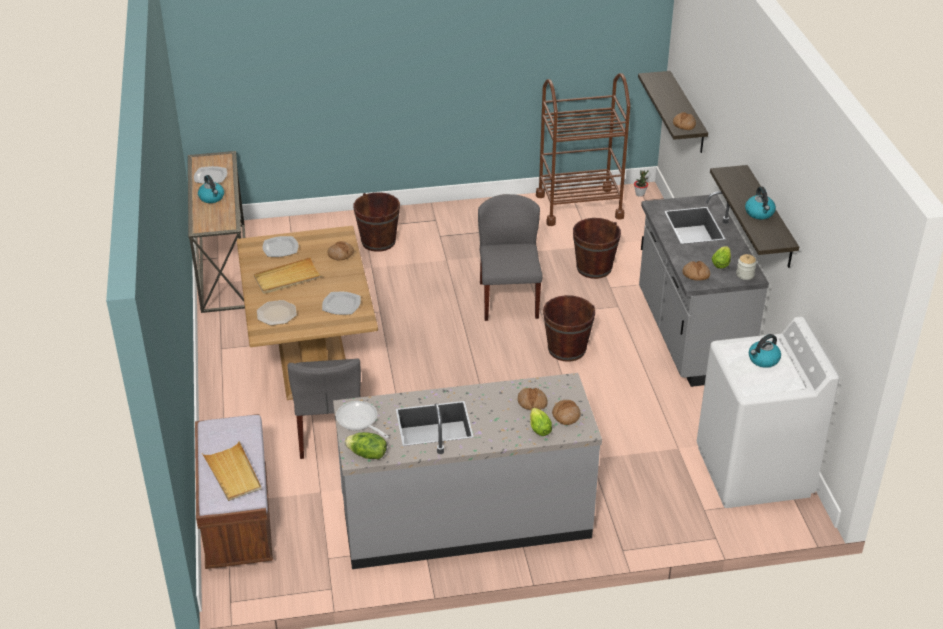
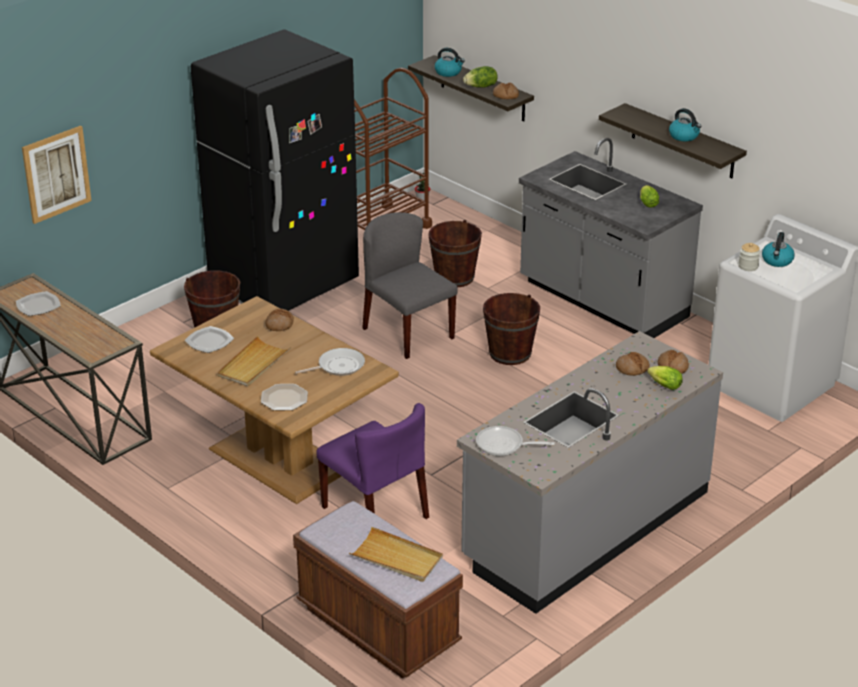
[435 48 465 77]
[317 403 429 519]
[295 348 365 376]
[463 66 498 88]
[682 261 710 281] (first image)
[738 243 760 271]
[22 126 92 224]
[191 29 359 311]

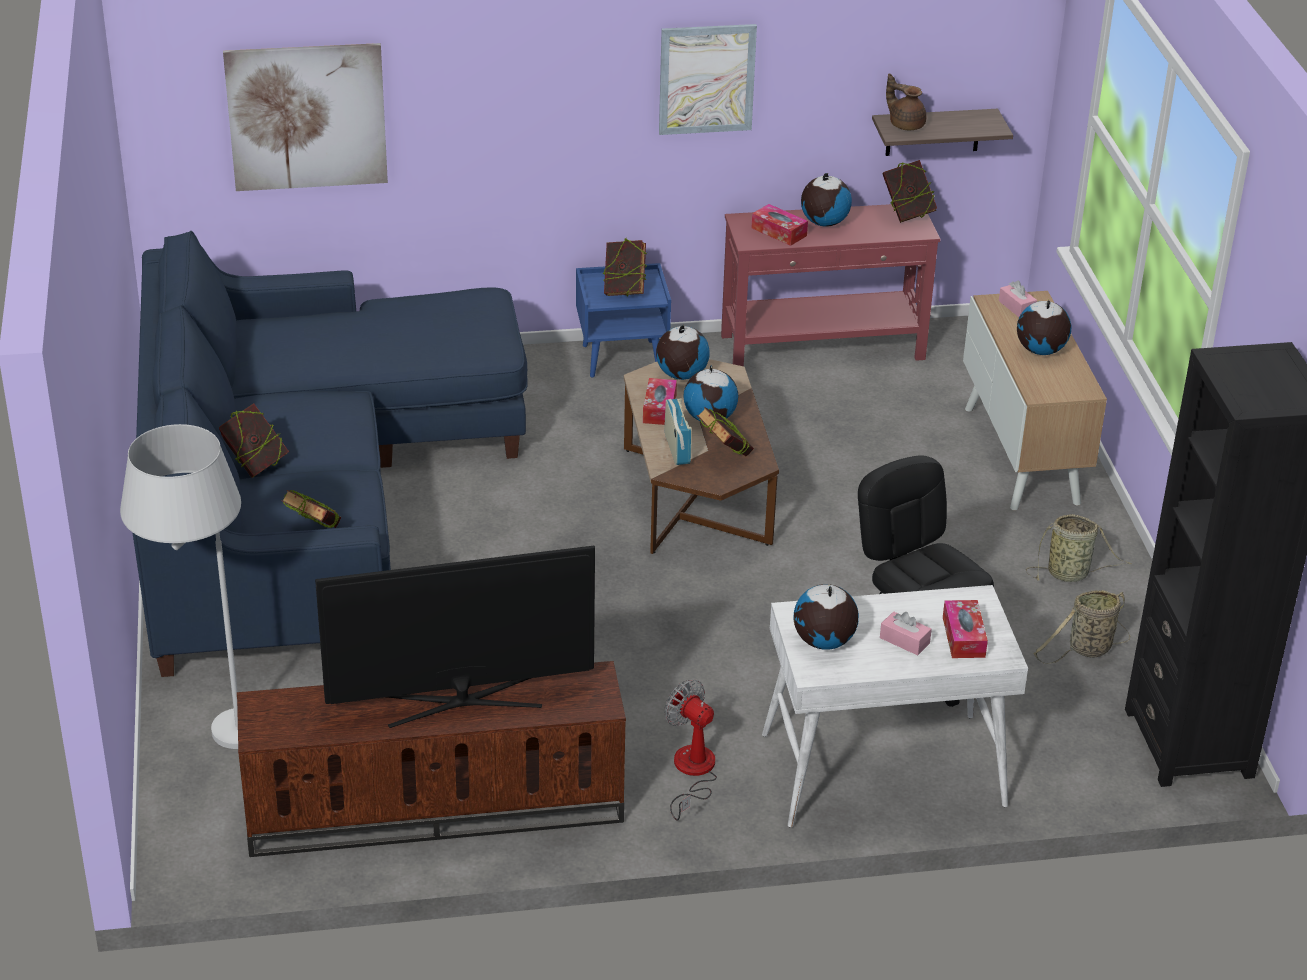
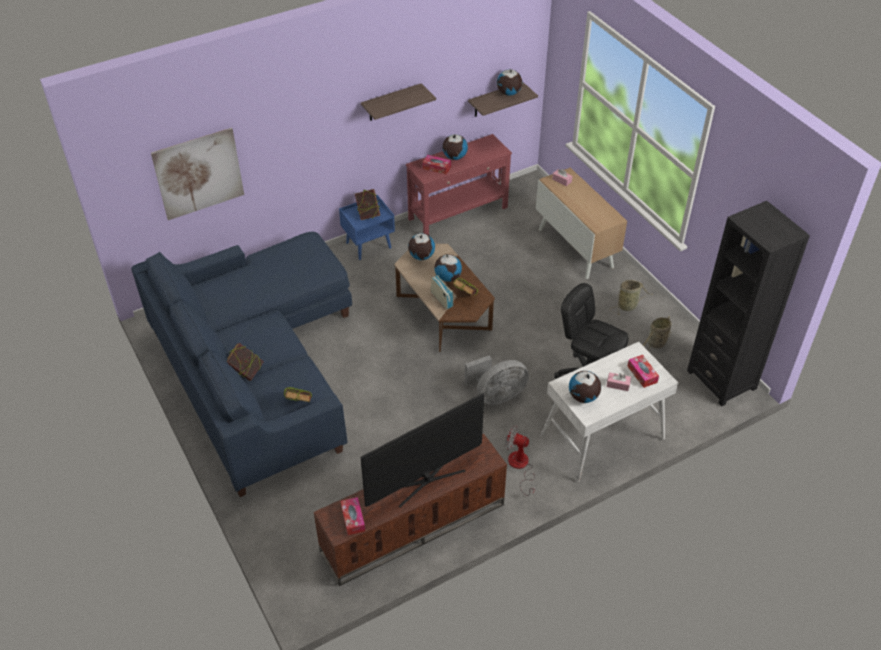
[120 424 241 749] (first image)
[341 497 365 535]
[361 83 436 121]
[883 160 937 223] (first image)
[886 73 926 130] (first image)
[497 69 522 96]
[465 356 529 405]

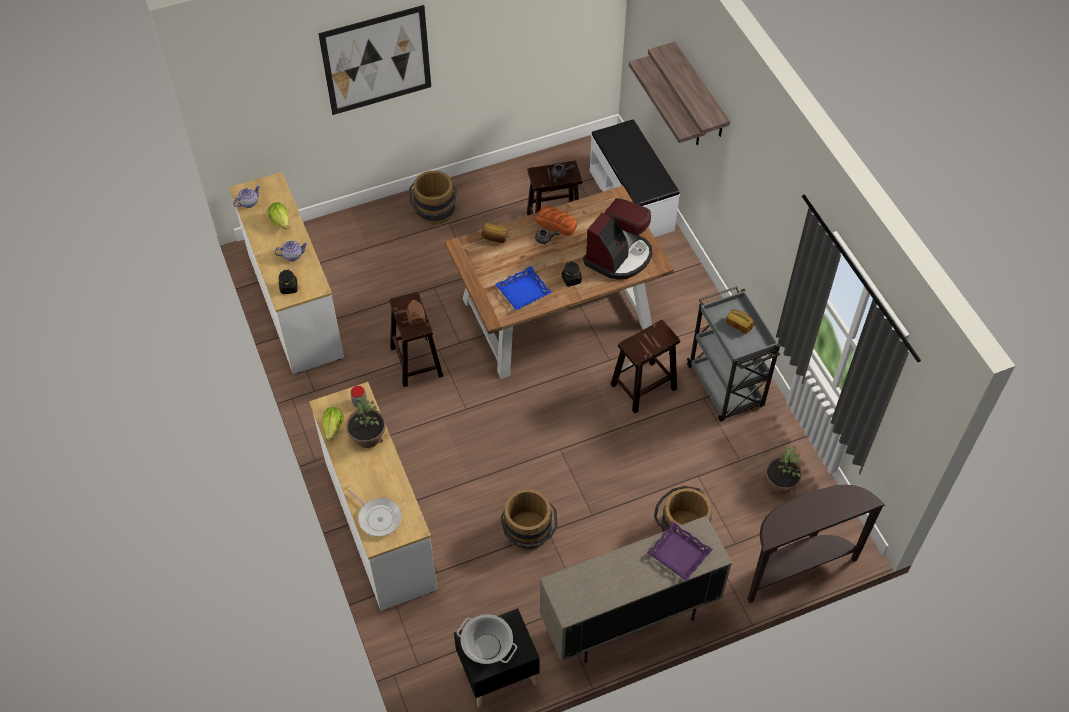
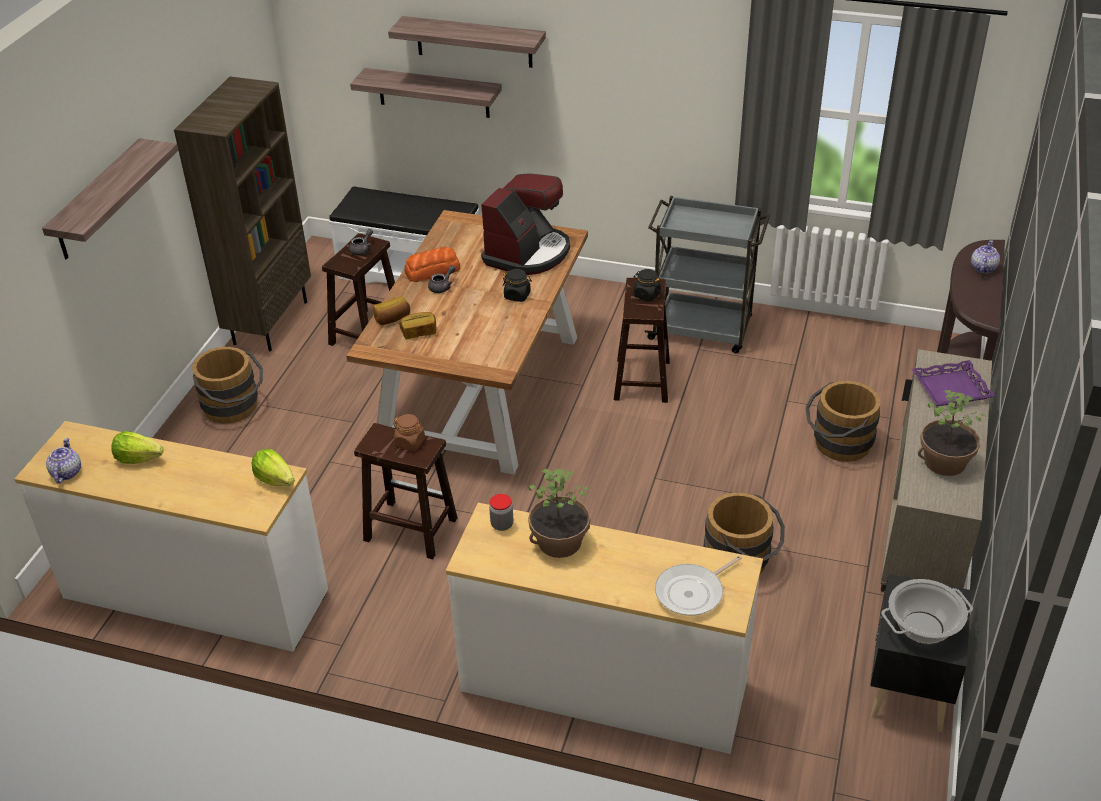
[971 240 1000 273]
[634 269 661 301]
[42 138 179 260]
[251 449 295 486]
[655 556 742 616]
[495 266 552 310] (first image)
[481 173 570 275]
[400 312 437 339]
[918 390 985 476]
[174 77 311 351]

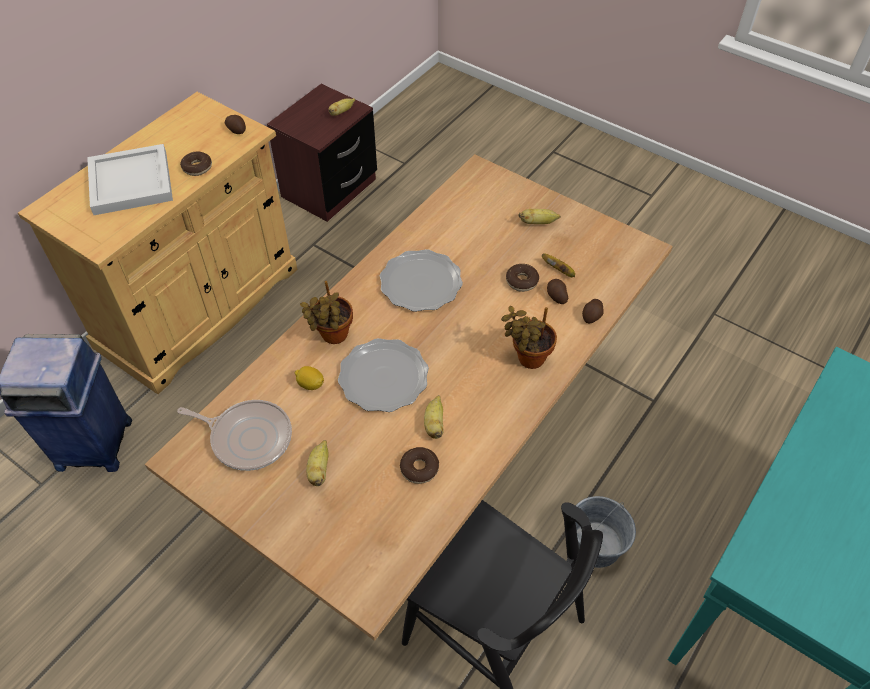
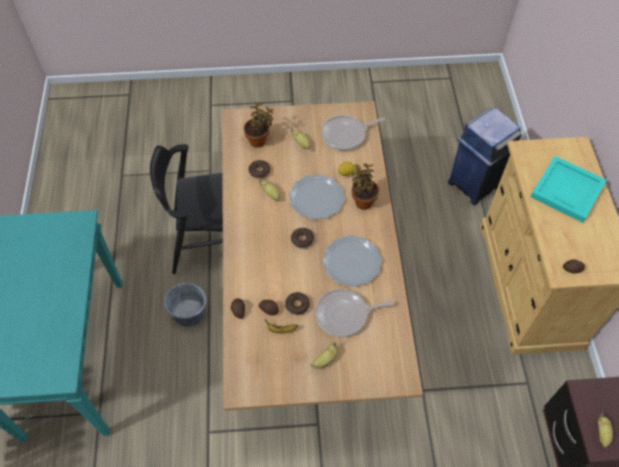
[530 156 607 223]
[291 228 314 249]
[244 102 273 148]
[315 289 393 337]

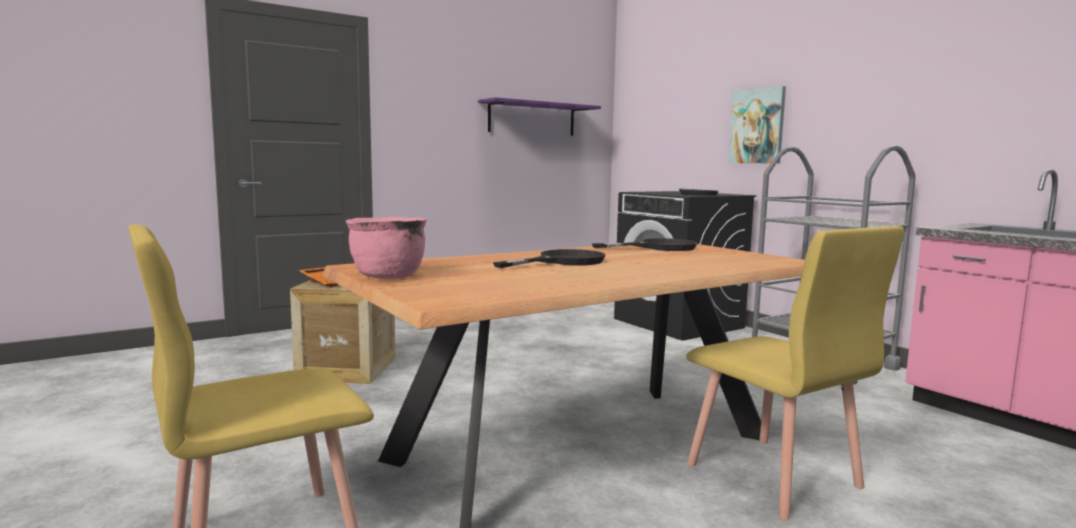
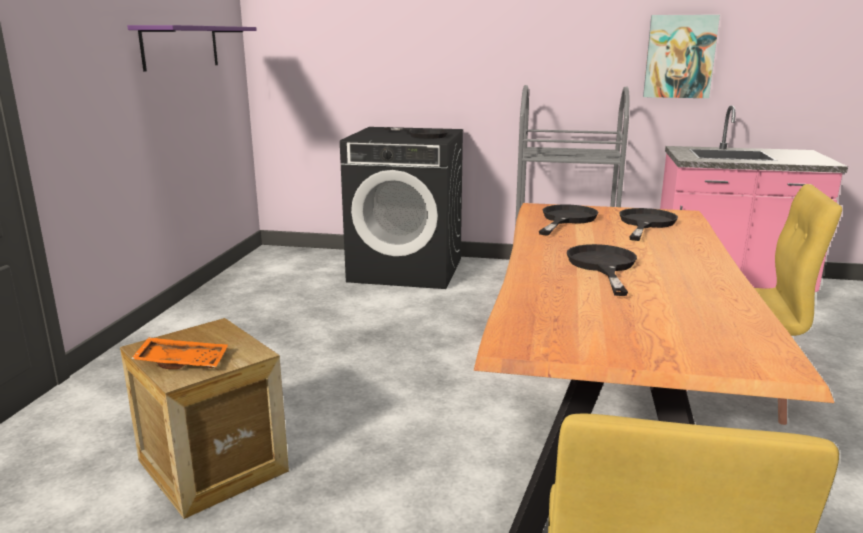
[346 217 427 279] (first image)
[643 15 720 98]
[619 208 678 241]

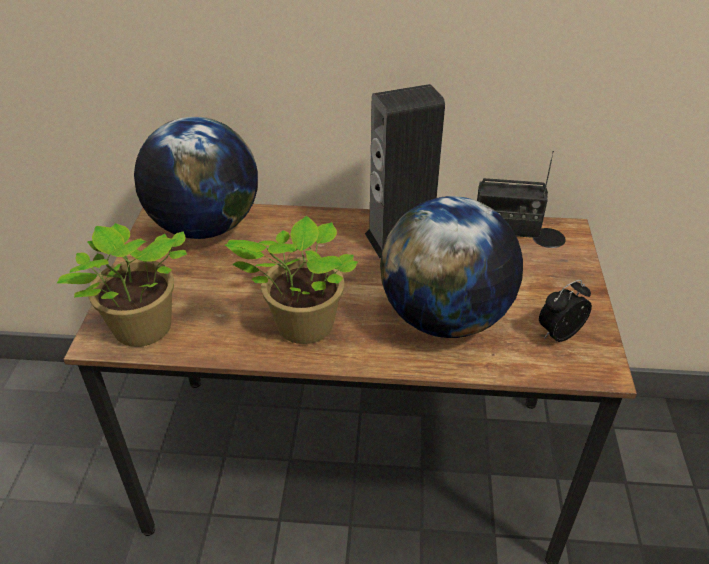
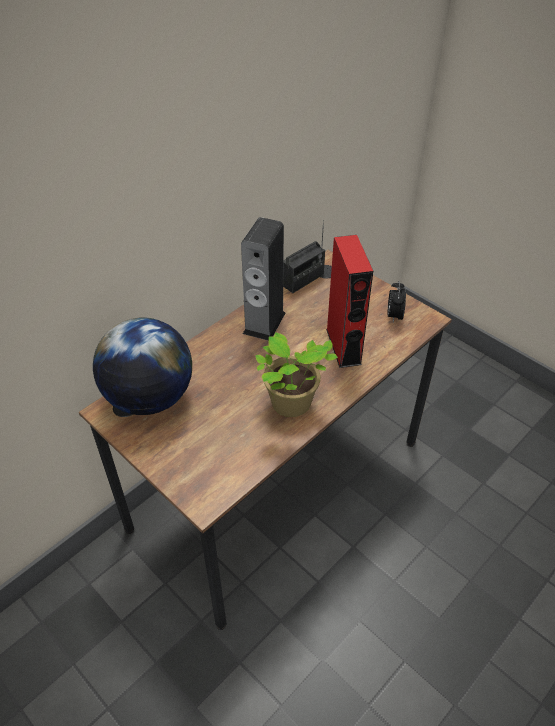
[57 223 187 347] (first image)
[326 235 373 368]

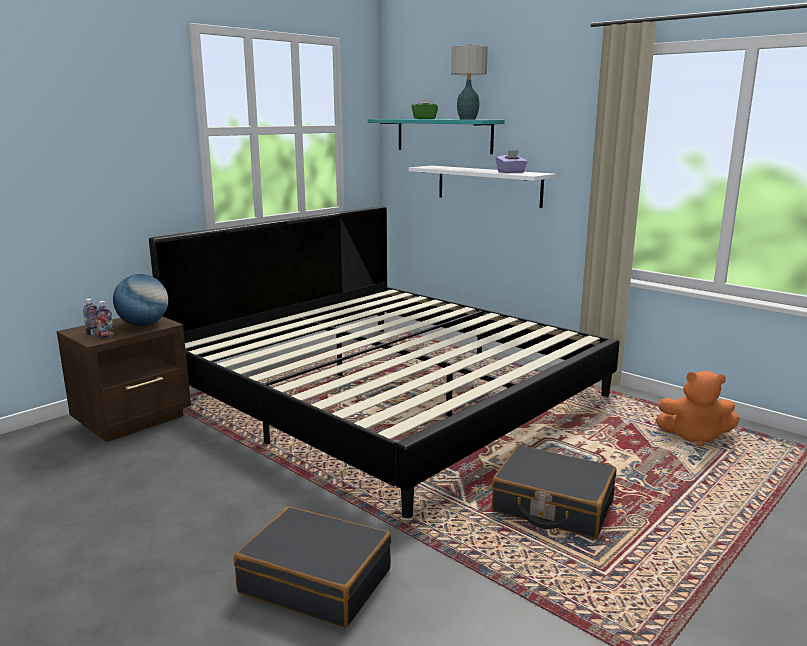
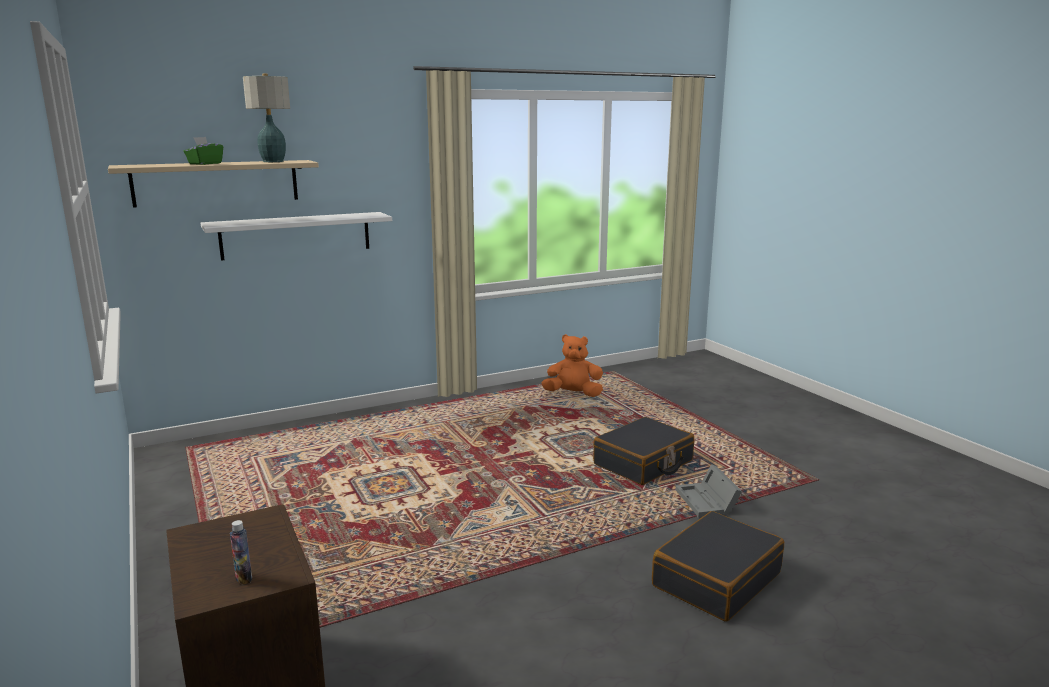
[95 301 114 338] (first image)
[113 274 168 326] (first image)
[149 206 620 518] (first image)
[108 160 319 208]
[496 150 528 173] (first image)
[541 334 603 397]
[676 464 742 519]

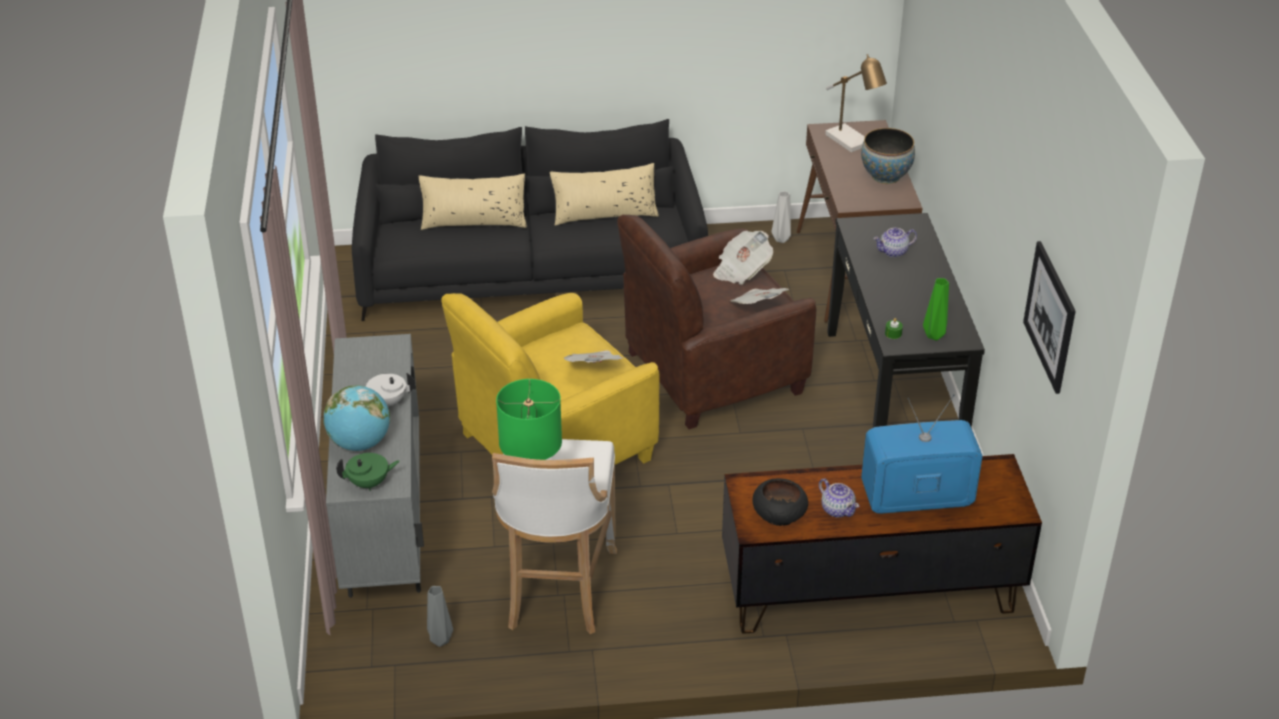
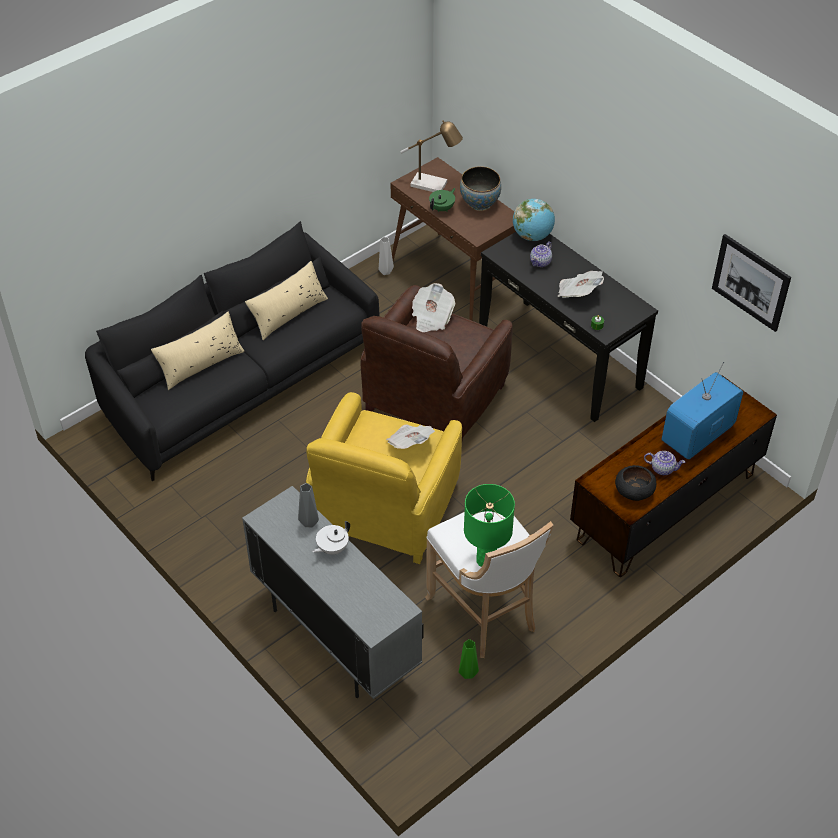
[513 199 555 241]
[429 188 455 212]
[298 483 319 527]
[558 271 604 297]
[459 639 479 679]

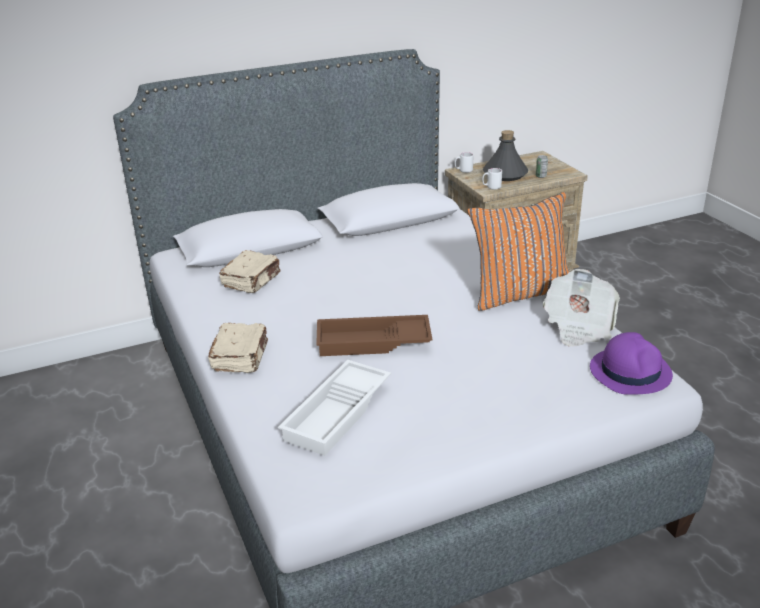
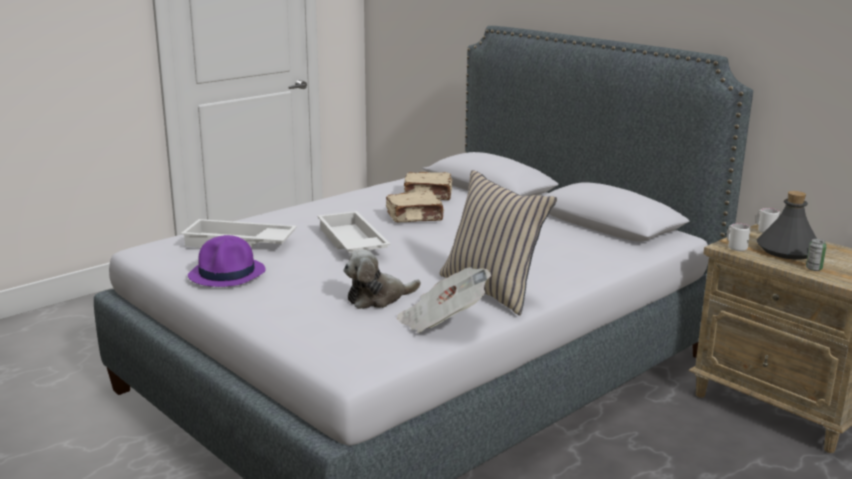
[386 191 444 222]
[317 211 390 253]
[439 170 557 315]
[188 235 266 287]
[343 249 421 309]

